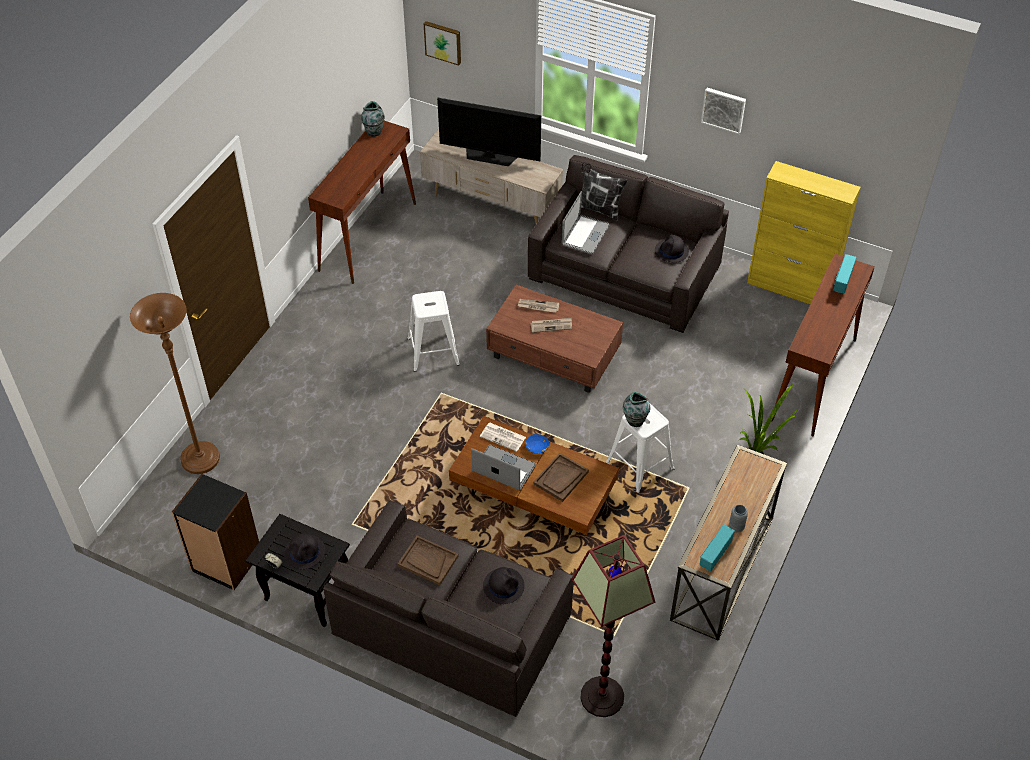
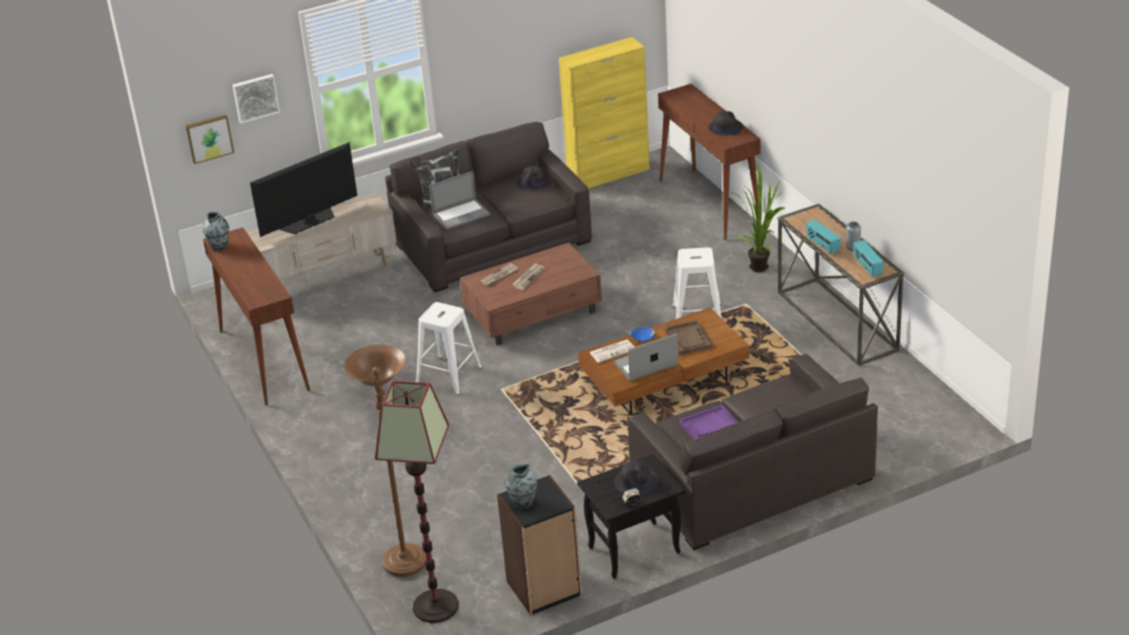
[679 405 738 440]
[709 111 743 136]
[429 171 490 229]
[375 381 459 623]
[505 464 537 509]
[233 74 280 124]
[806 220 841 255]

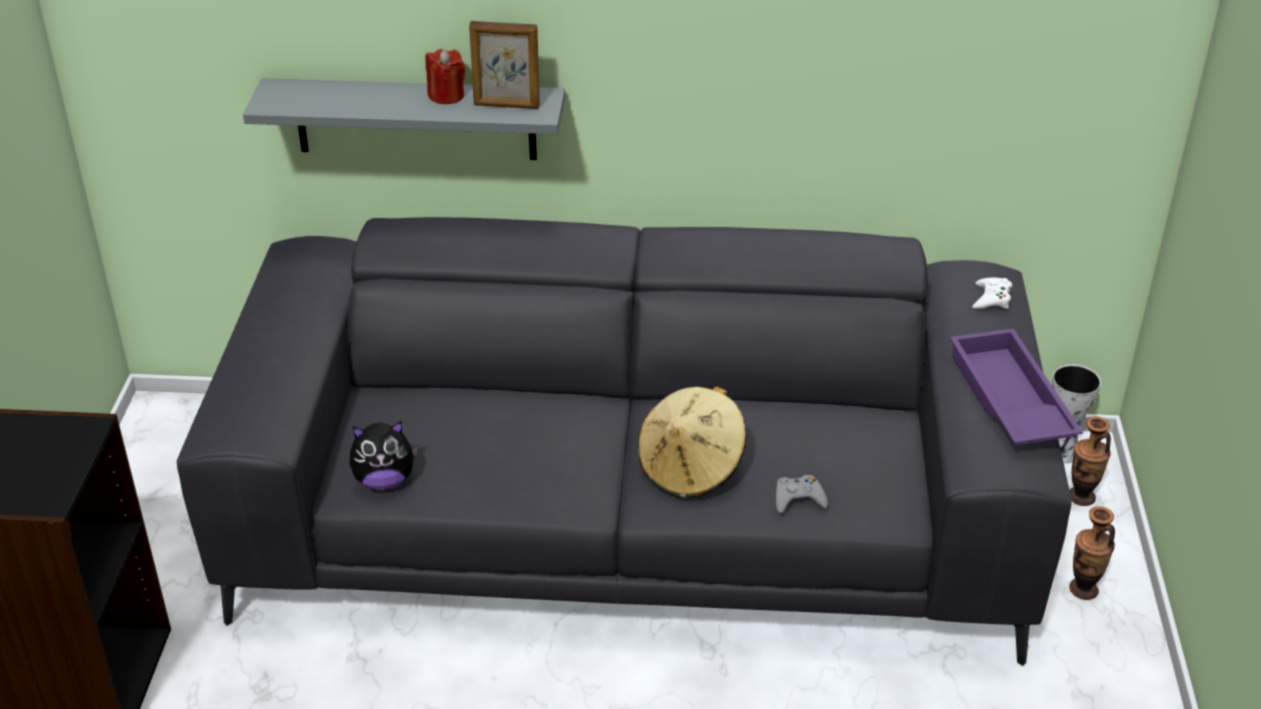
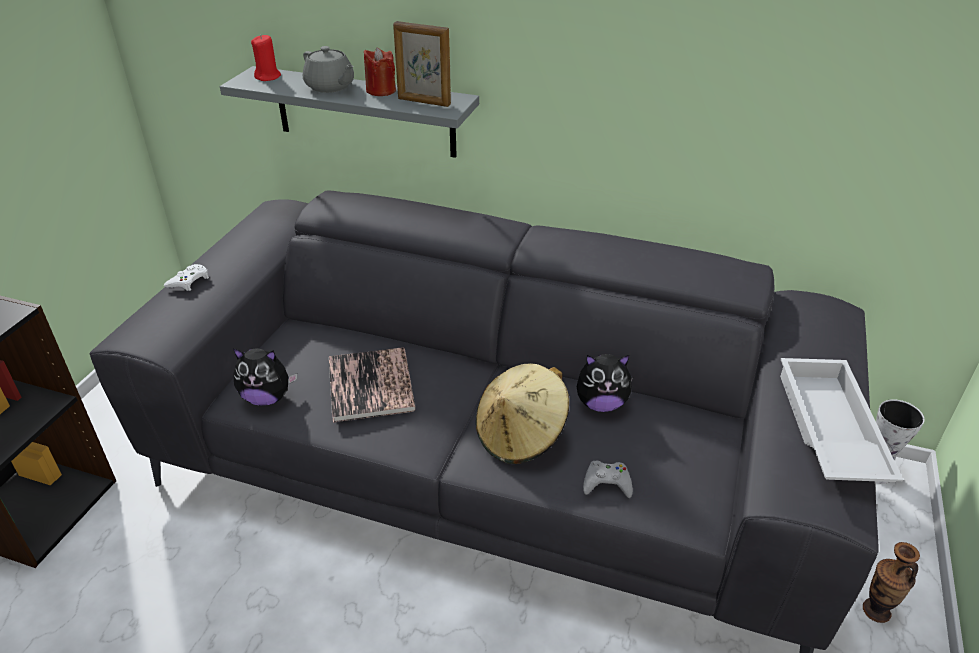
[780 358 903 482]
[164 264 209 291]
[1070 416 1111 506] (first image)
[251 35 281 81]
[303 46 354 93]
[329 347 416 423]
[577 354 633 412]

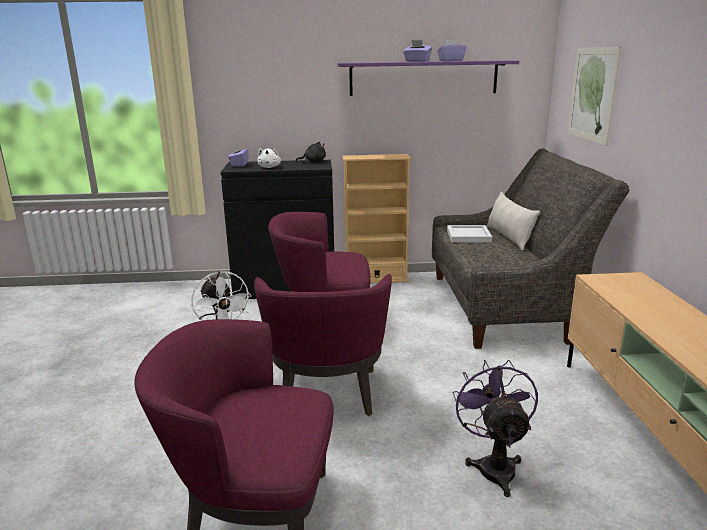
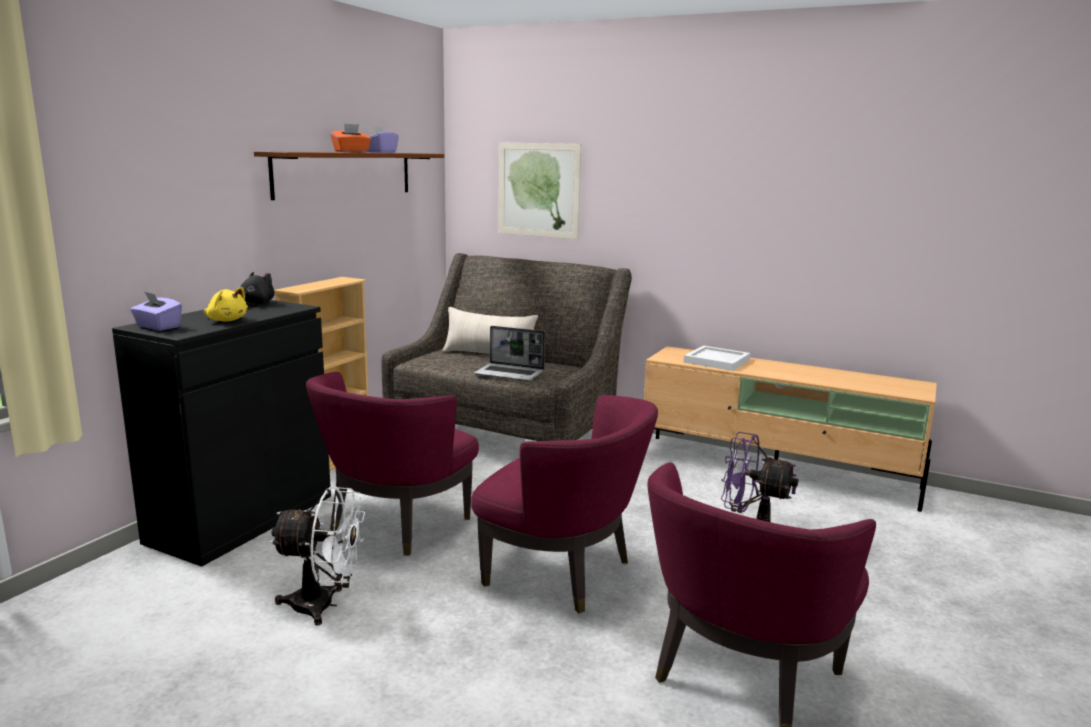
[204 287 248 322]
[254 151 444 200]
[330 123 371 153]
[684 345 751 371]
[474 326 545 381]

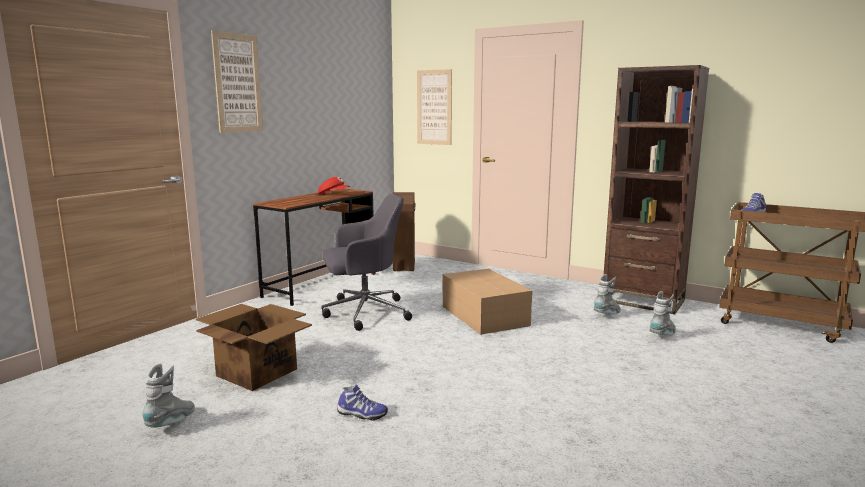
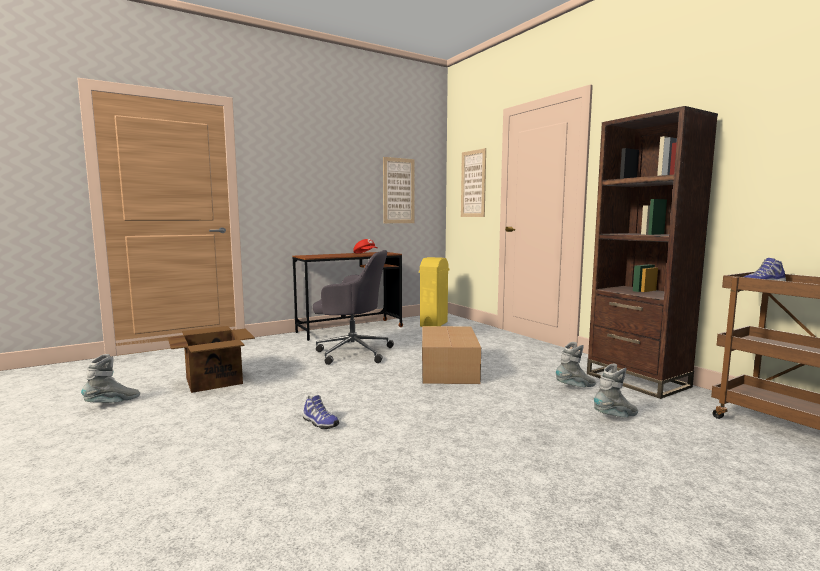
[383 157 415 223]
[303 395 339 429]
[419 257 449 327]

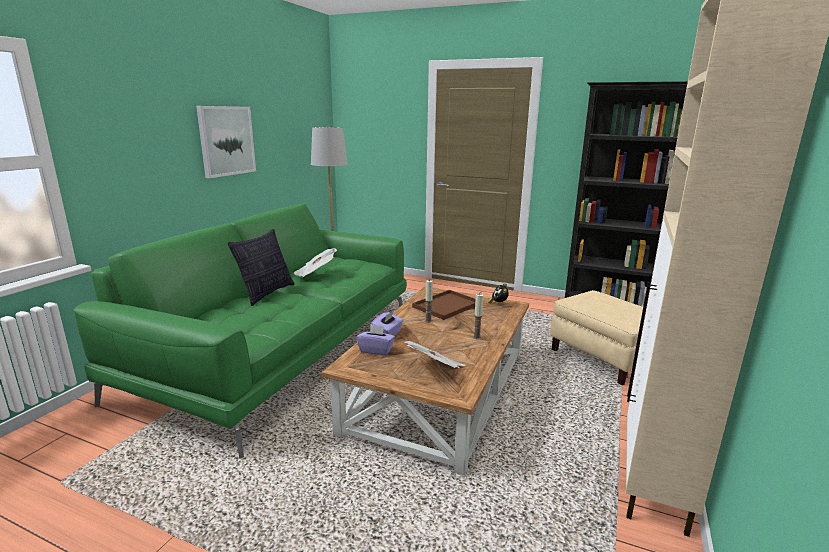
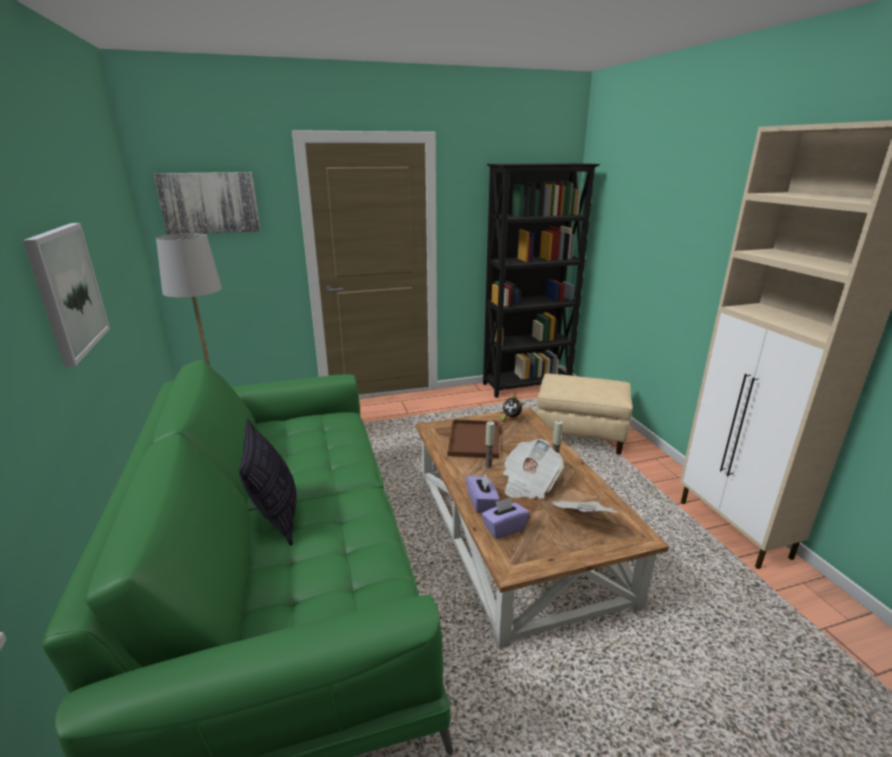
[503 439 564 499]
[154 172 260 235]

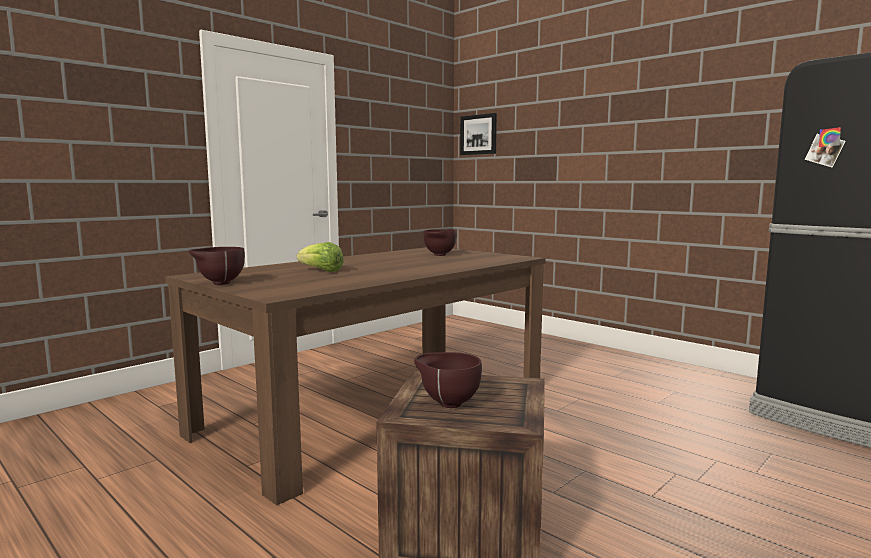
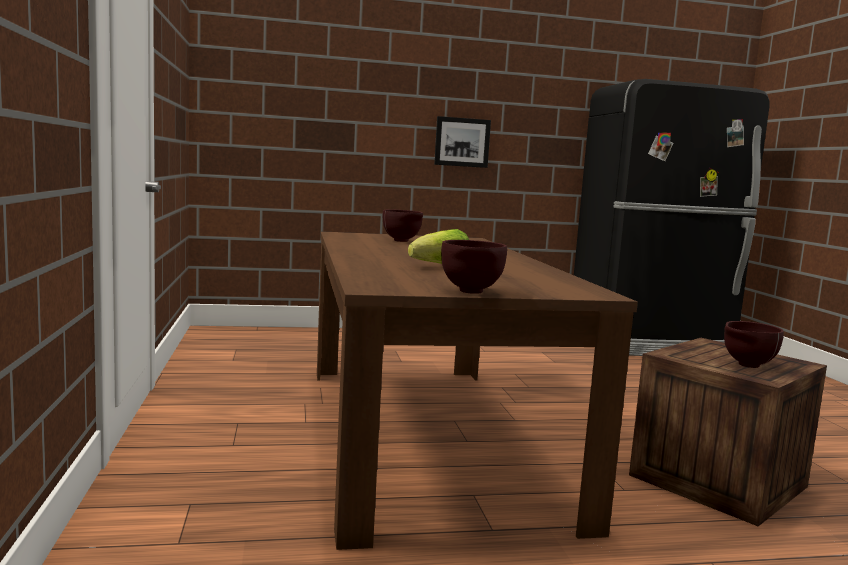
[434 116 491 168]

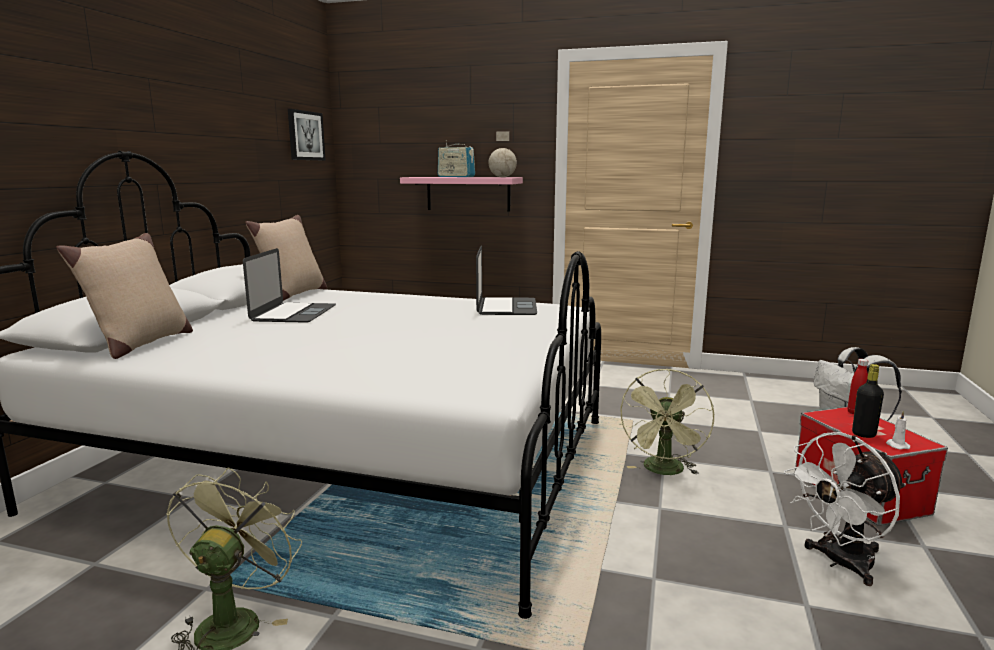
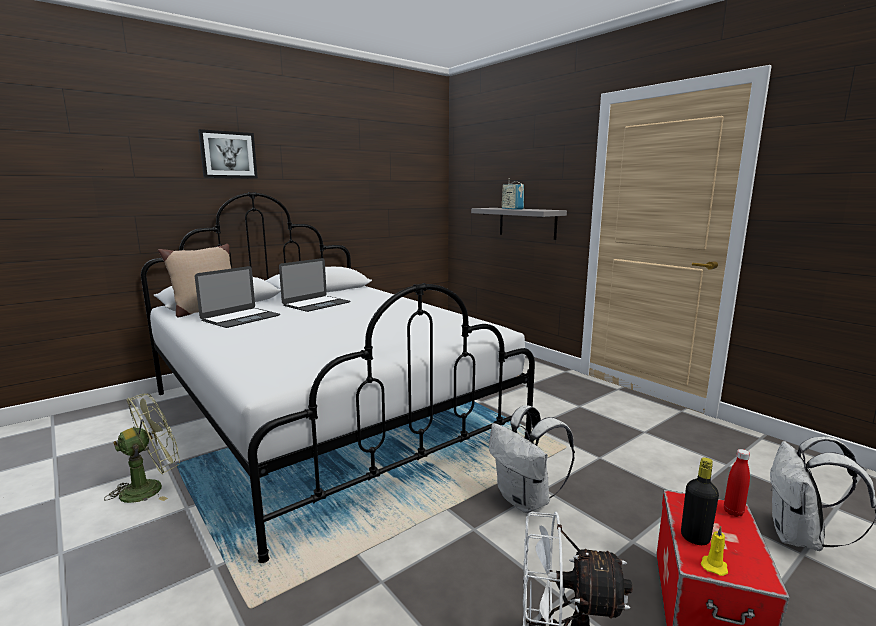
[246 215 327 301] (first image)
[198 129 258 179]
[471 208 567 240]
[195 266 280 328]
[488 131 517 177] (first image)
[489 405 575 513]
[701 526 728 576]

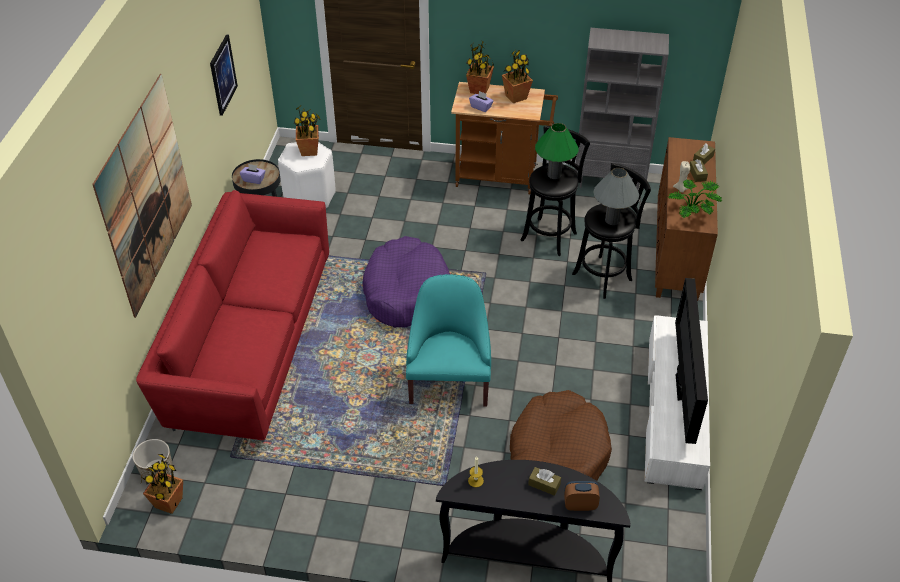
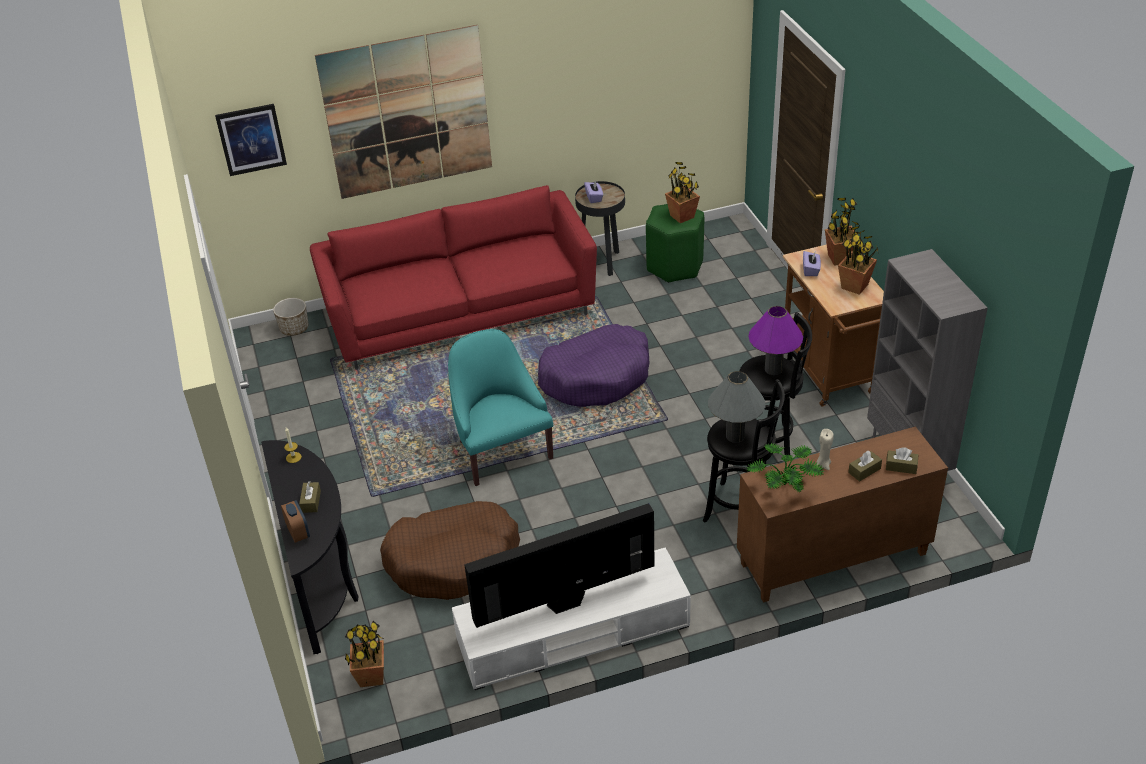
[345 621 385 687]
[215 104 287 176]
[646 204 704 283]
[448 329 553 486]
[748 306 803 375]

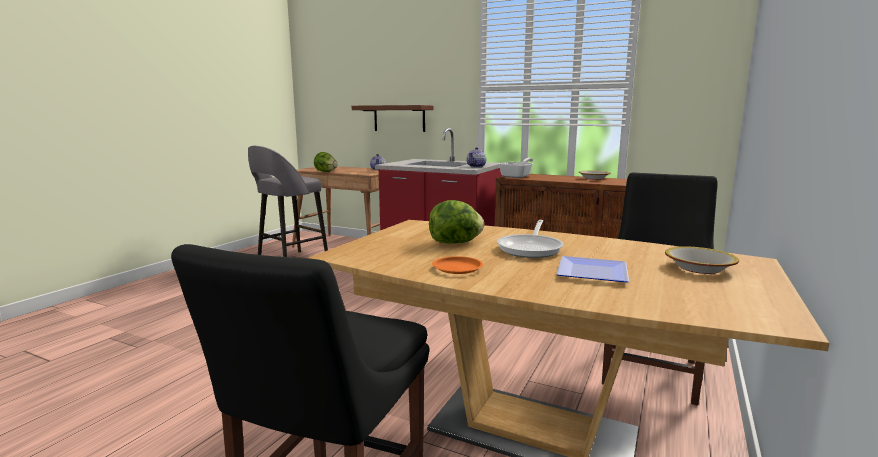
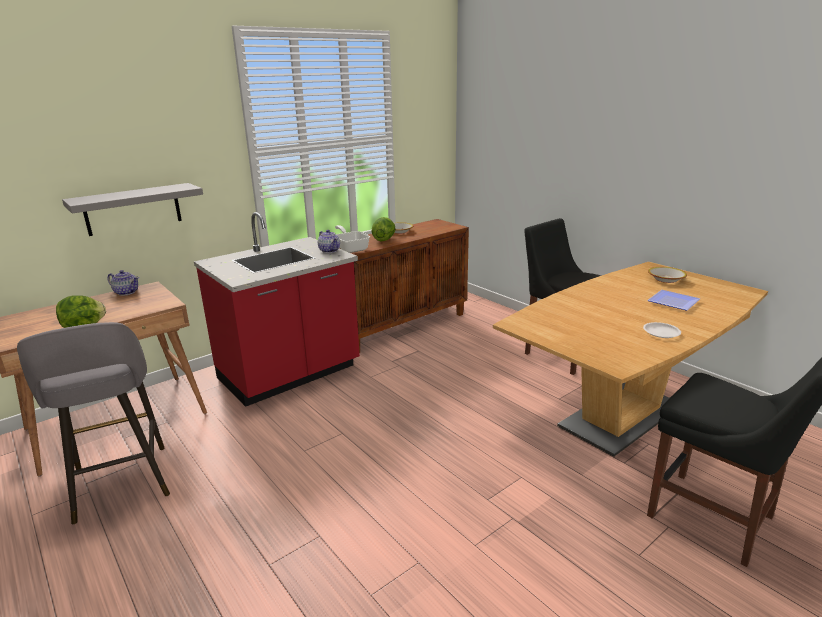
[62 183 203 236]
[371 217 396 241]
[643 322 681 338]
[497 220 564 258] (first image)

